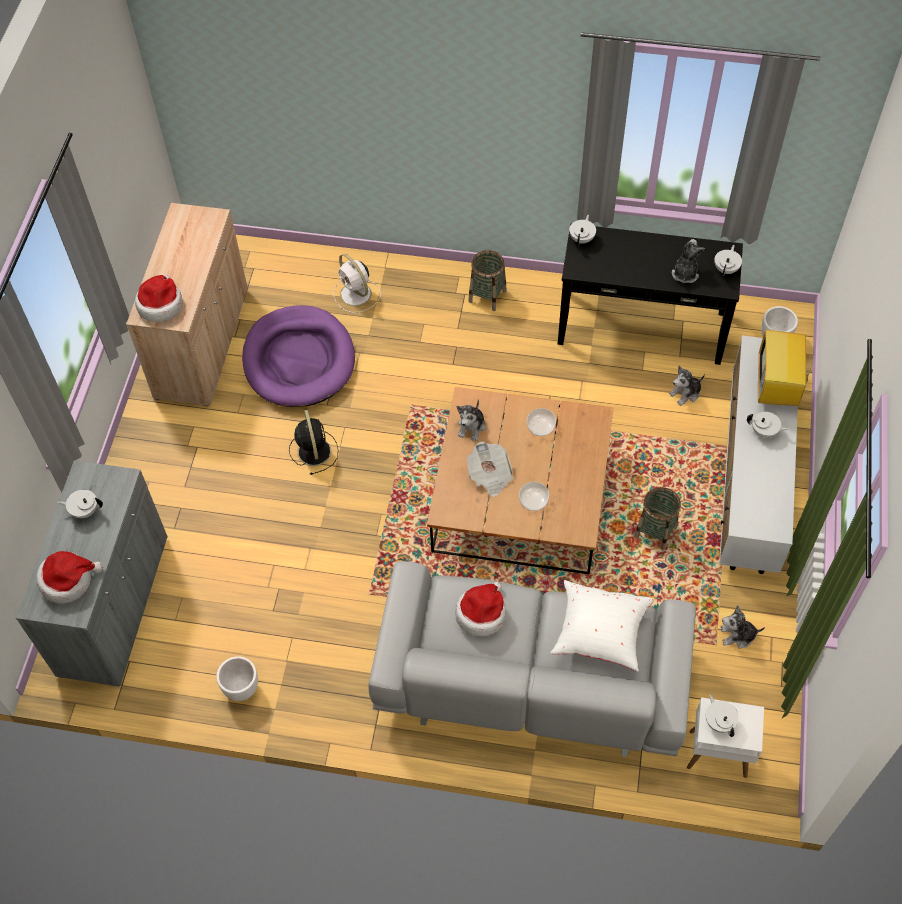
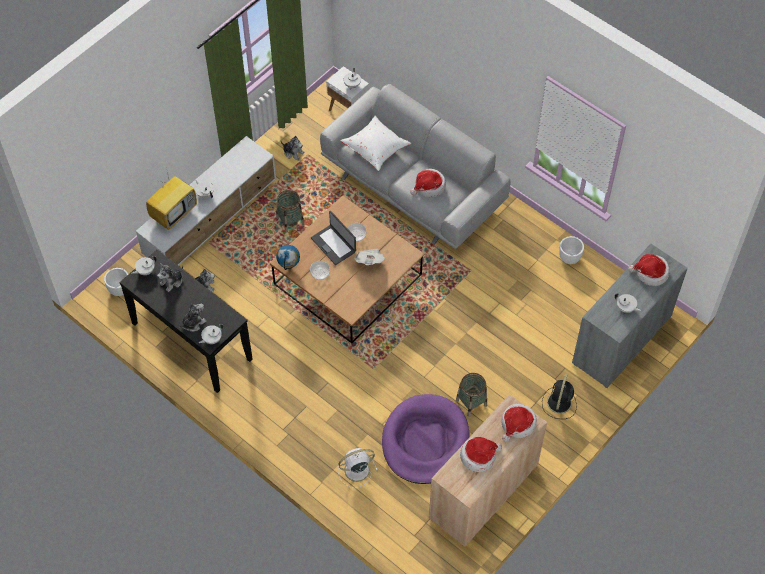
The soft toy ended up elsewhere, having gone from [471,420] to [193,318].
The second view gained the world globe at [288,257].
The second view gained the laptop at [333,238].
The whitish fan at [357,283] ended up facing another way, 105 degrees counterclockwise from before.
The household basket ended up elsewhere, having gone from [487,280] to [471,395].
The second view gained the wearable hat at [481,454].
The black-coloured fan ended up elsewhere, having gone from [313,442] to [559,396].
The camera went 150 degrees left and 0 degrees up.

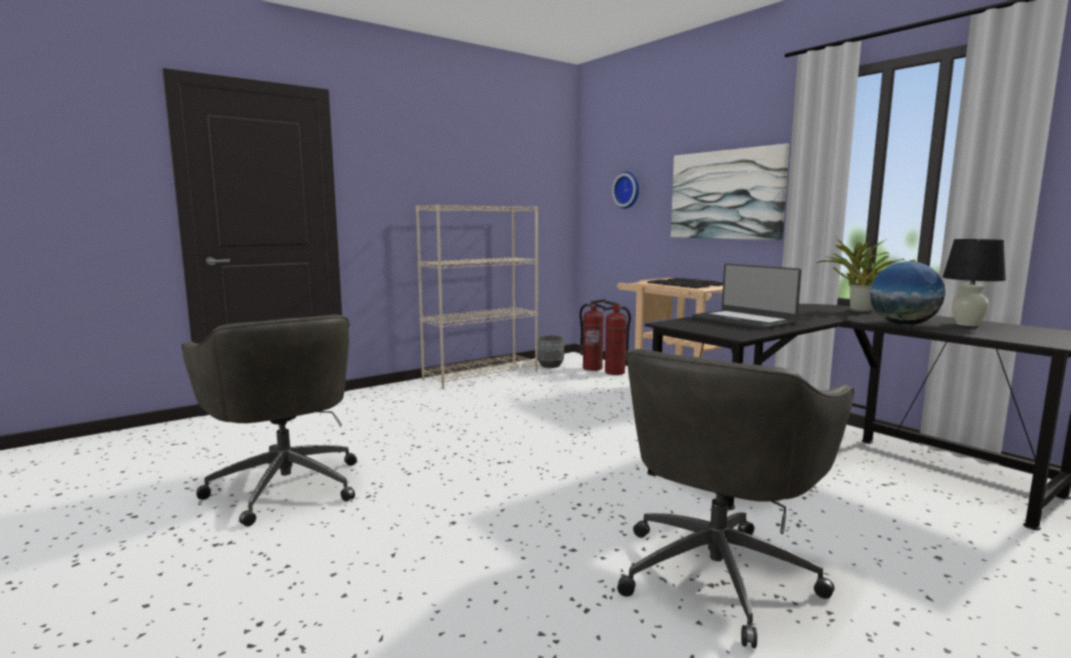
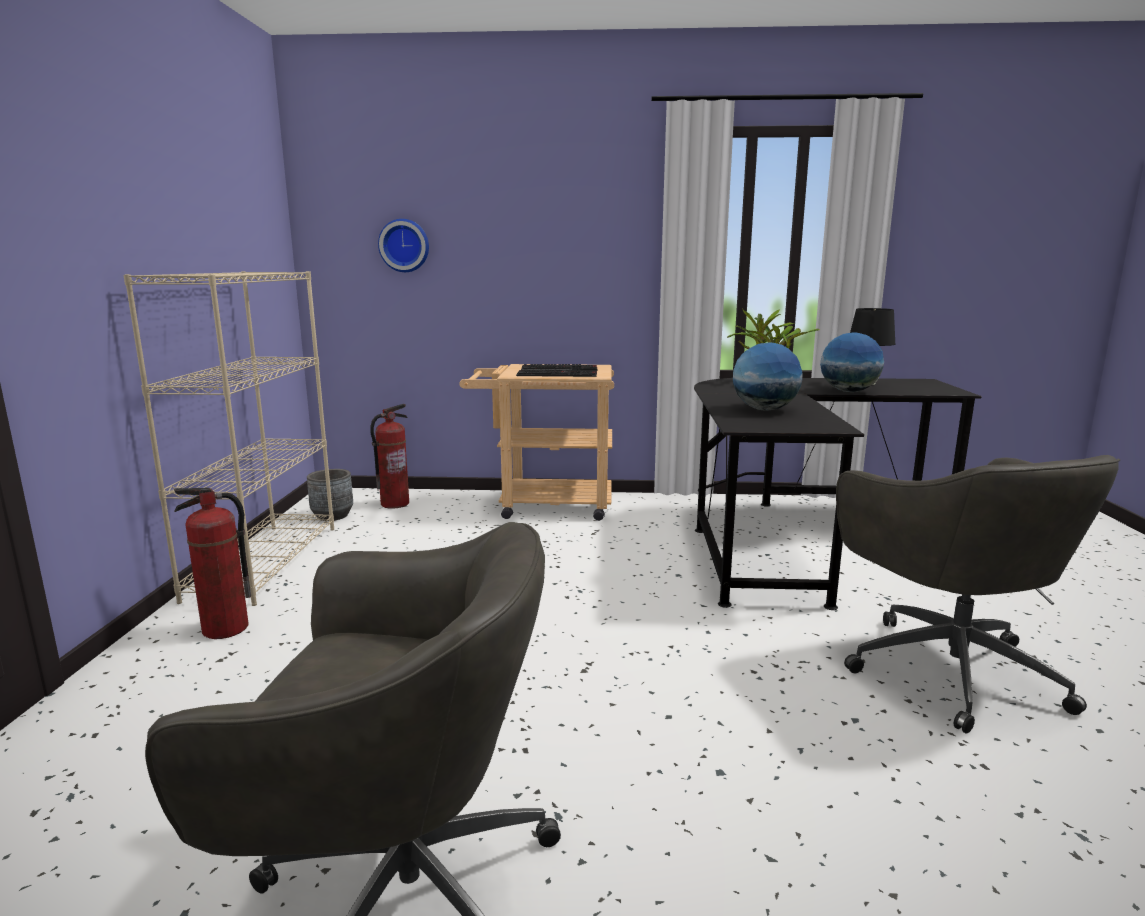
The fire-fighting cylinder ended up elsewhere, having gone from [617,338] to [212,563].
Where the laptop stood at [747,296], the world globe came to stand at [767,376].
The second view lost the wall art at [730,192].
The camera went 50 degrees left and 5 degrees up.

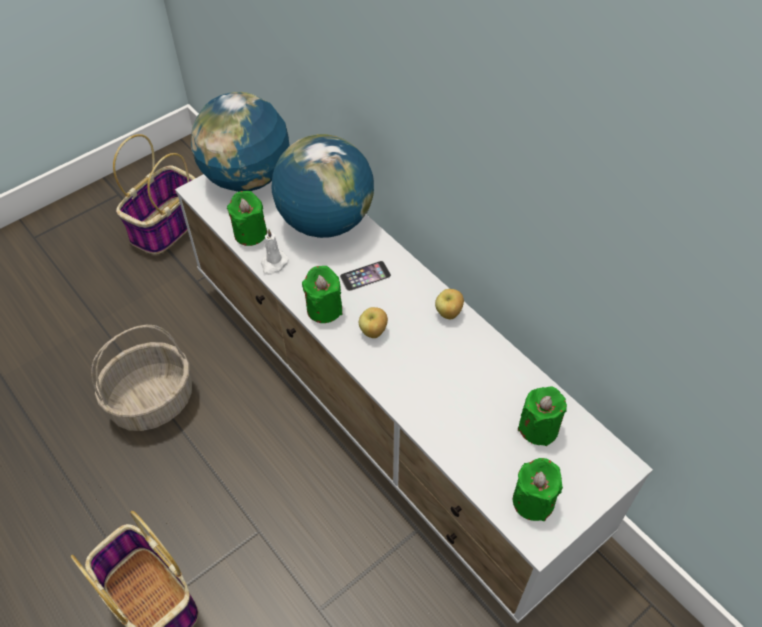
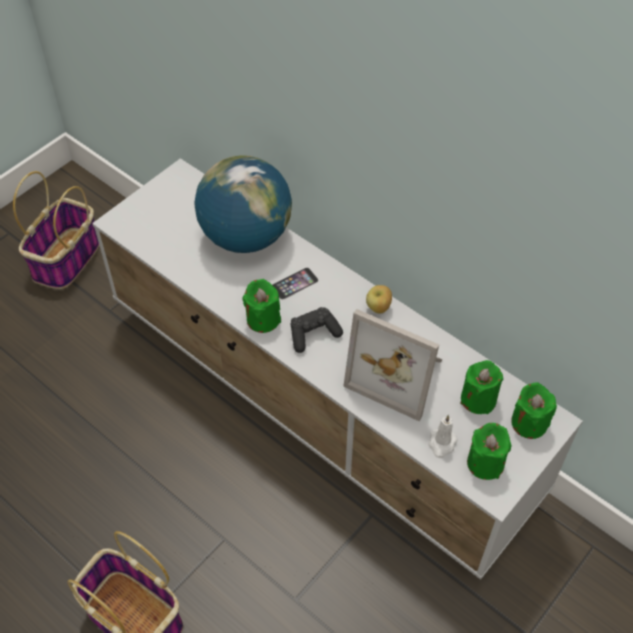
Where the whole apple stood at [373,322], the black-coloured gamepad came to stand at [316,330].
The second view gained the picture frame at [393,365].
The whitish candle ended up elsewhere, having gone from [275,252] to [443,436].
The green-coloured candle ended up elsewhere, having gone from [247,218] to [534,410].
The second view lost the household basket at [141,378].
The second view lost the world globe at [240,142].
The camera went 10 degrees left and 0 degrees up.

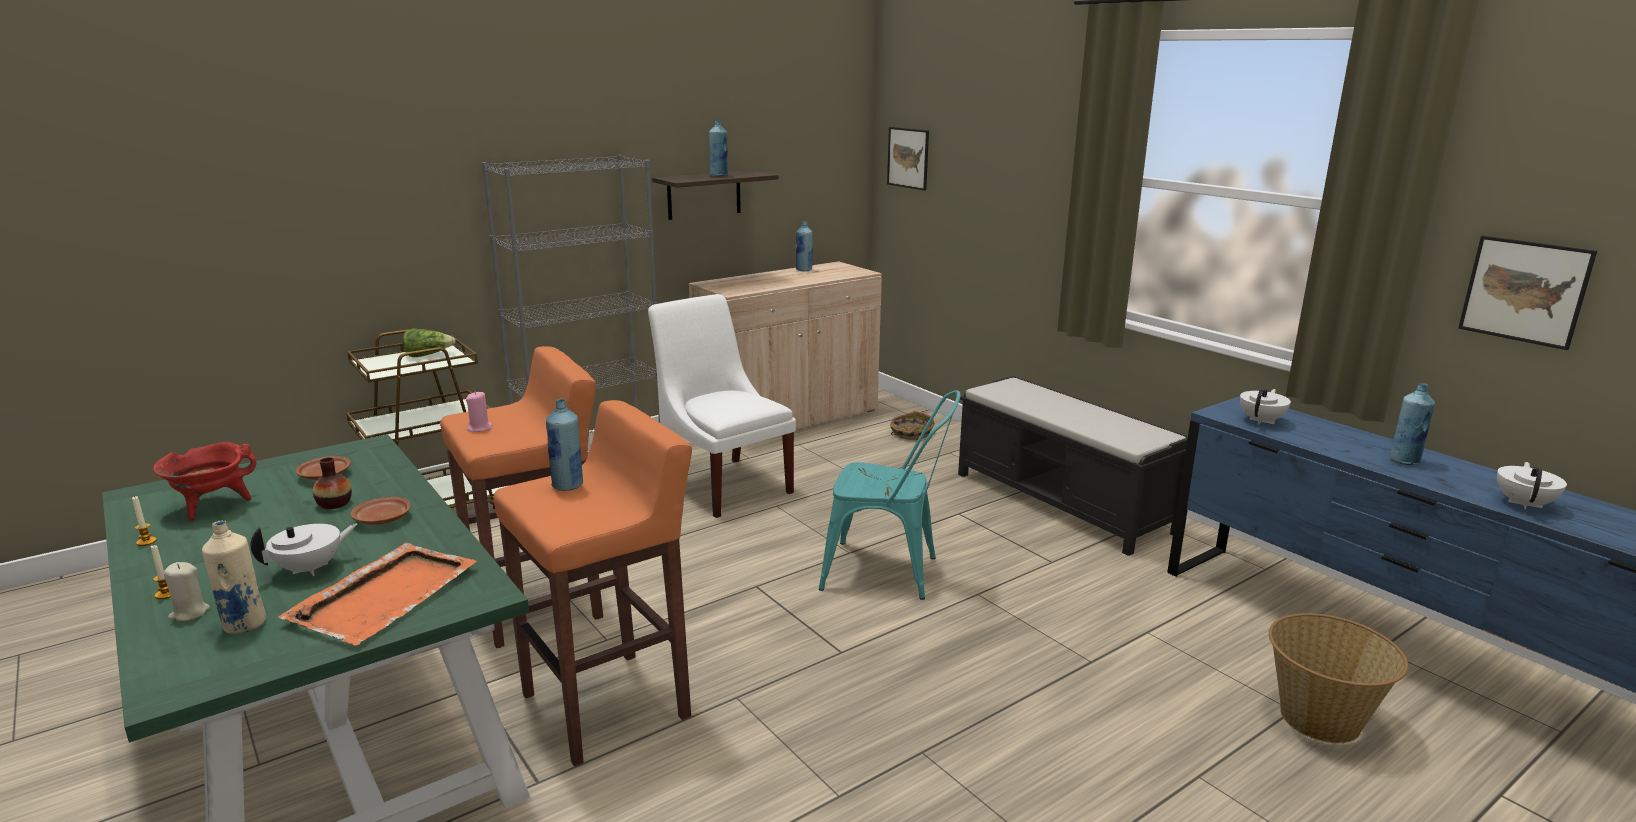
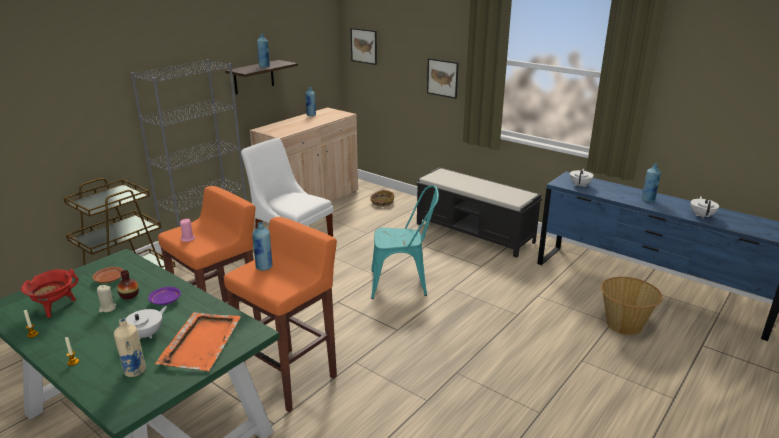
The beige candle ended up elsewhere, having gone from [187,591] to [106,298].
What was the brownish dinner plate at [381,511] turned into the purplish dinner plate at [164,296].
The wall art ended up elsewhere, having gone from [1527,293] to [443,78].
The second view lost the lettuce head at [429,343].
The camera went 15 degrees left and 5 degrees up.

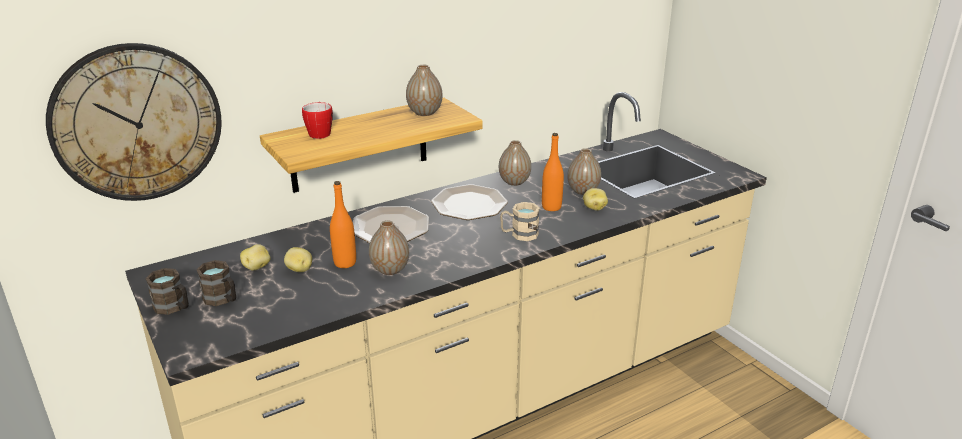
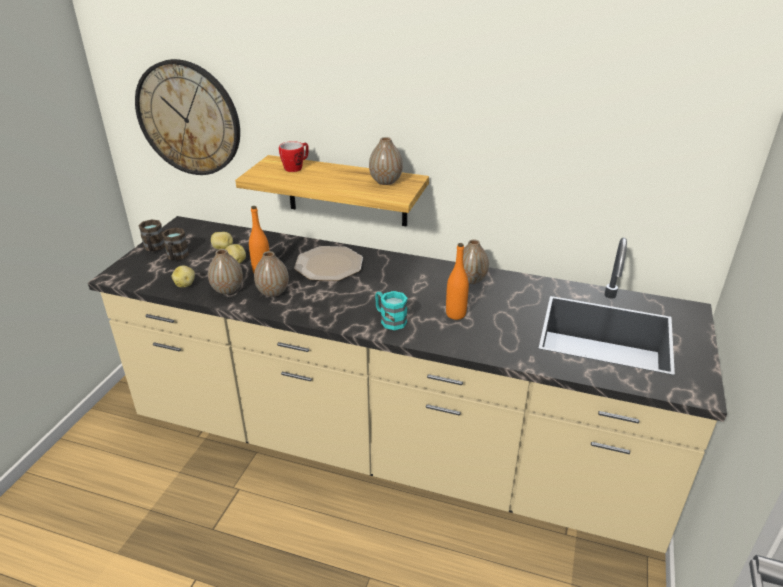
The spud ended up elsewhere, having gone from [595,199] to [183,276].
The decorative vase ended up elsewhere, having gone from [584,171] to [225,272].
What was the beige tea mug at [520,221] turned into the turquoise-coloured tea mug at [391,310].
The second view lost the dinner plate at [469,202].
The camera went 50 degrees right and 5 degrees up.

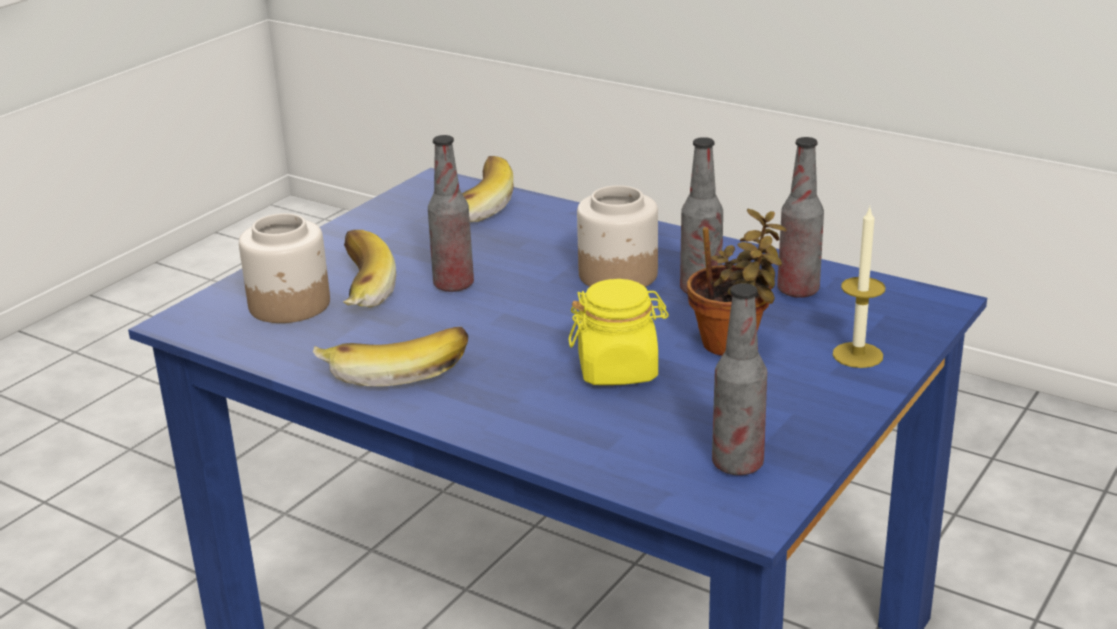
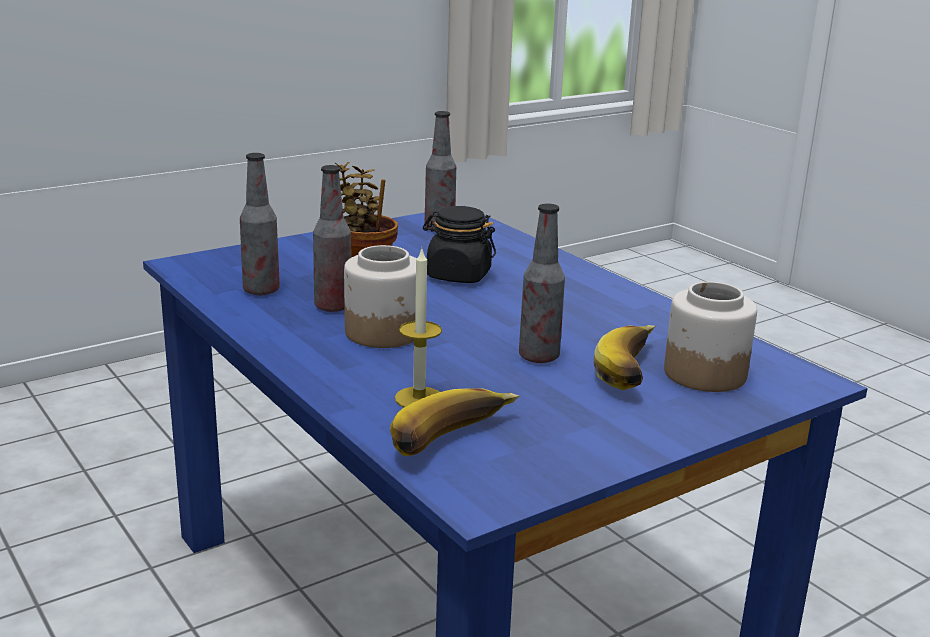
The candle ended up elsewhere, having gone from [859,287] to [418,328].
What was the yellowish storage jar at [618,332] turned into the black-coloured storage jar at [459,244].
The second view lost the whole banana at [390,357].
The camera went 160 degrees left and 5 degrees down.

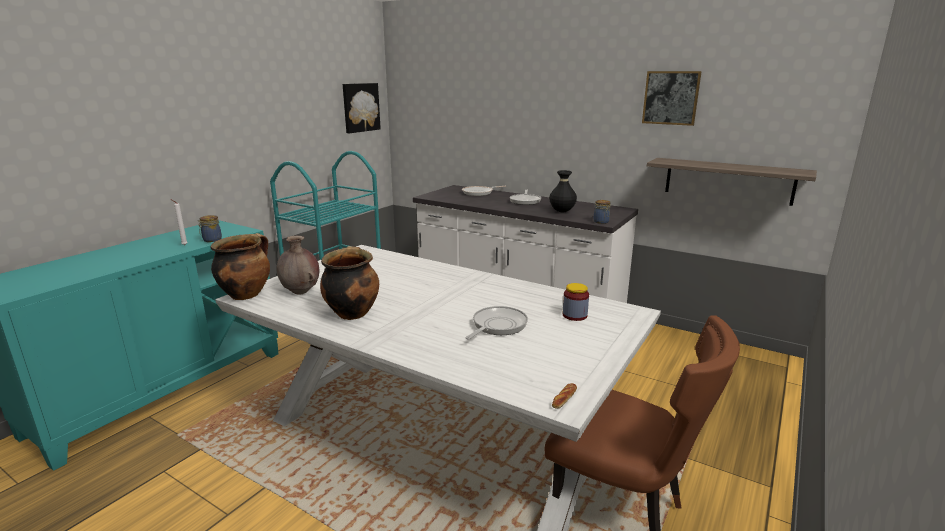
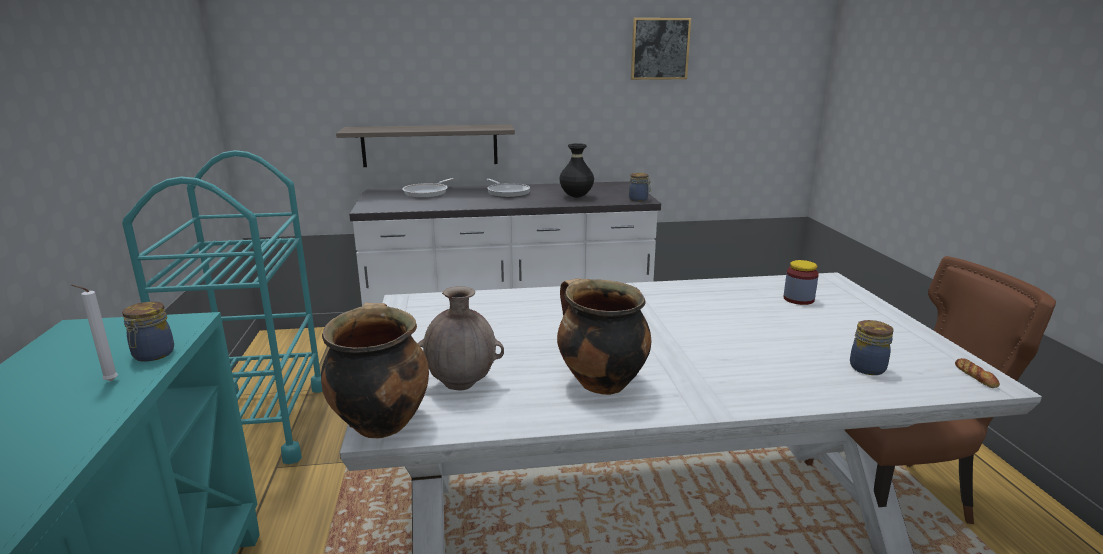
The wall shelf ended up elsewhere, having gone from [732,182] to [425,145].
The second view gained the storage jar at [872,347].
The second view lost the wall art at [362,108].
The second view lost the skillet at [496,323].
The camera went 40 degrees left and 0 degrees up.

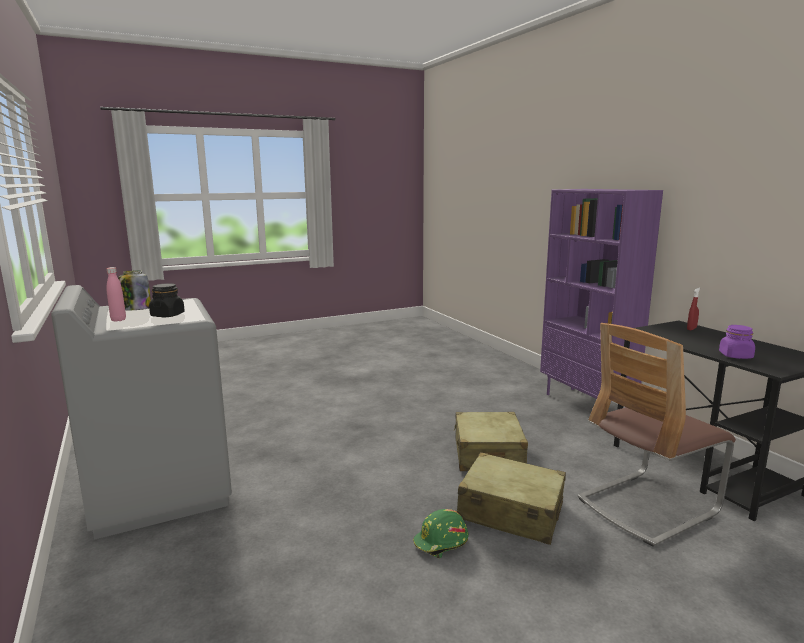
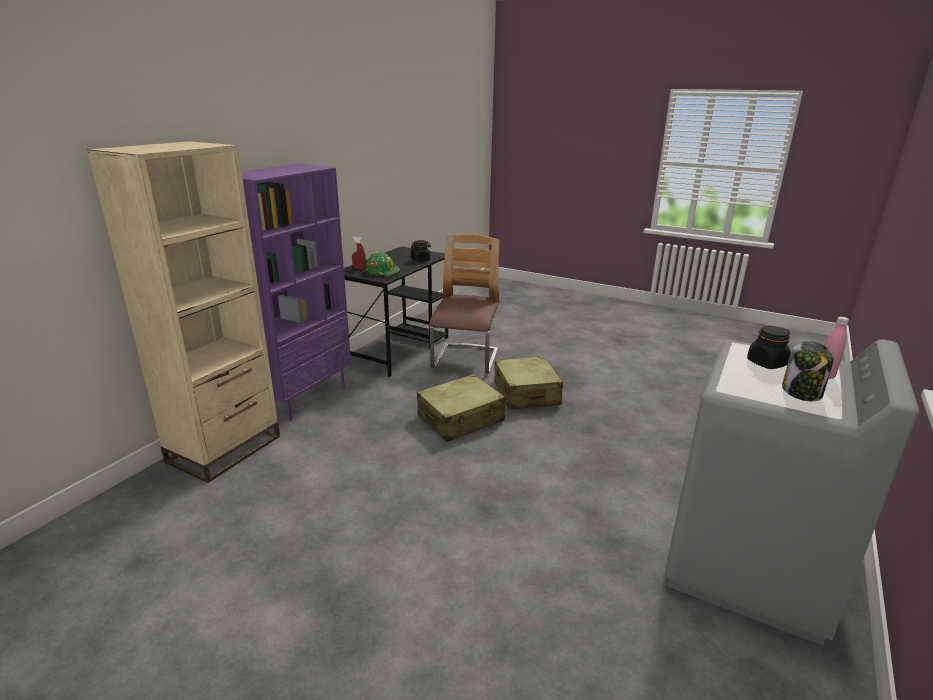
The second view gained the beige bookcase at [183,312].
The green-coloured work helmet ended up elsewhere, having gone from [441,533] to [383,264].
What was the purplish storage jar at [737,342] turned into the black-coloured storage jar at [420,251].
The plain chair at [657,435] ended up facing another way, 105 degrees counterclockwise from before.
The camera went 125 degrees left and 10 degrees up.

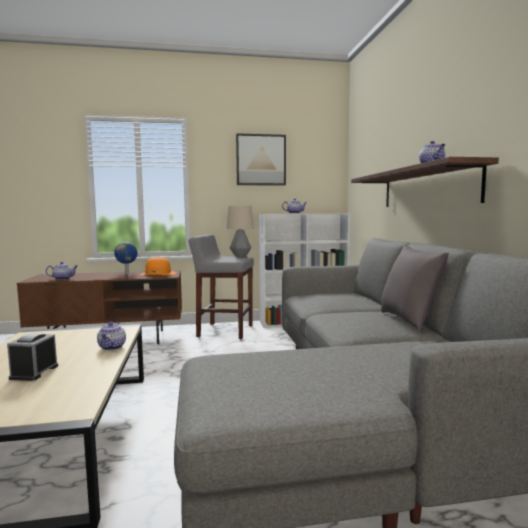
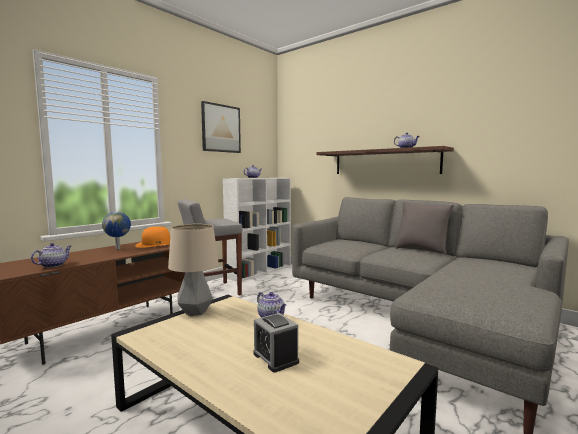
The table lamp ended up elsewhere, having gone from [240,231] to [193,270].
The camera went 40 degrees left and 0 degrees up.

